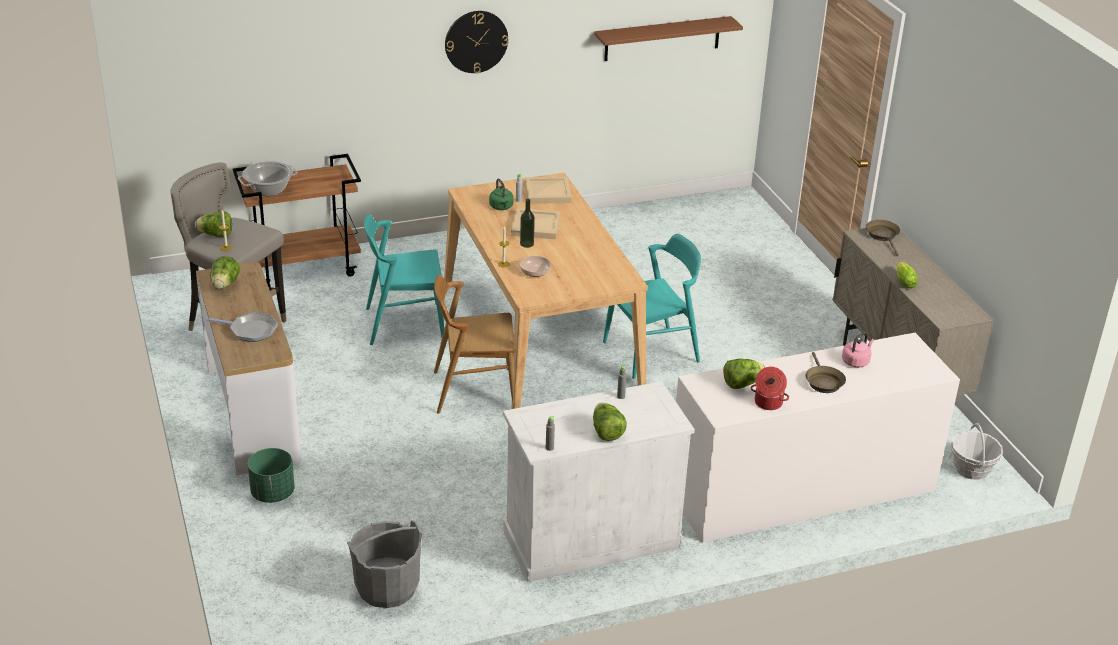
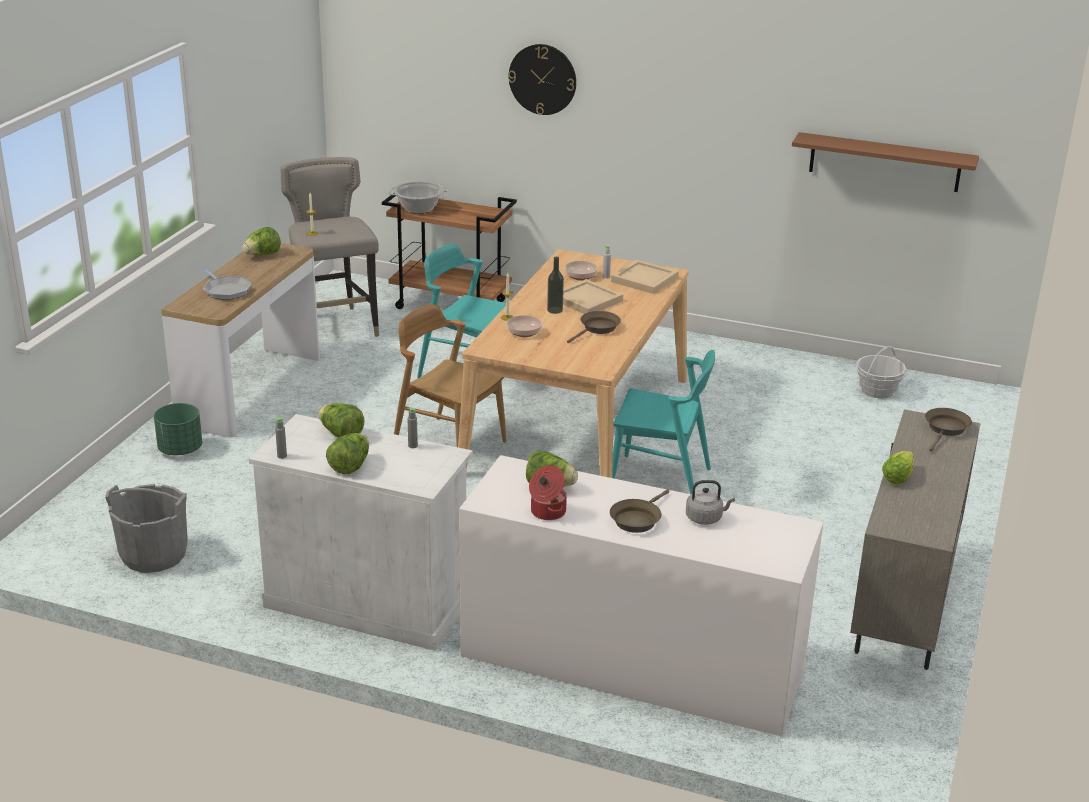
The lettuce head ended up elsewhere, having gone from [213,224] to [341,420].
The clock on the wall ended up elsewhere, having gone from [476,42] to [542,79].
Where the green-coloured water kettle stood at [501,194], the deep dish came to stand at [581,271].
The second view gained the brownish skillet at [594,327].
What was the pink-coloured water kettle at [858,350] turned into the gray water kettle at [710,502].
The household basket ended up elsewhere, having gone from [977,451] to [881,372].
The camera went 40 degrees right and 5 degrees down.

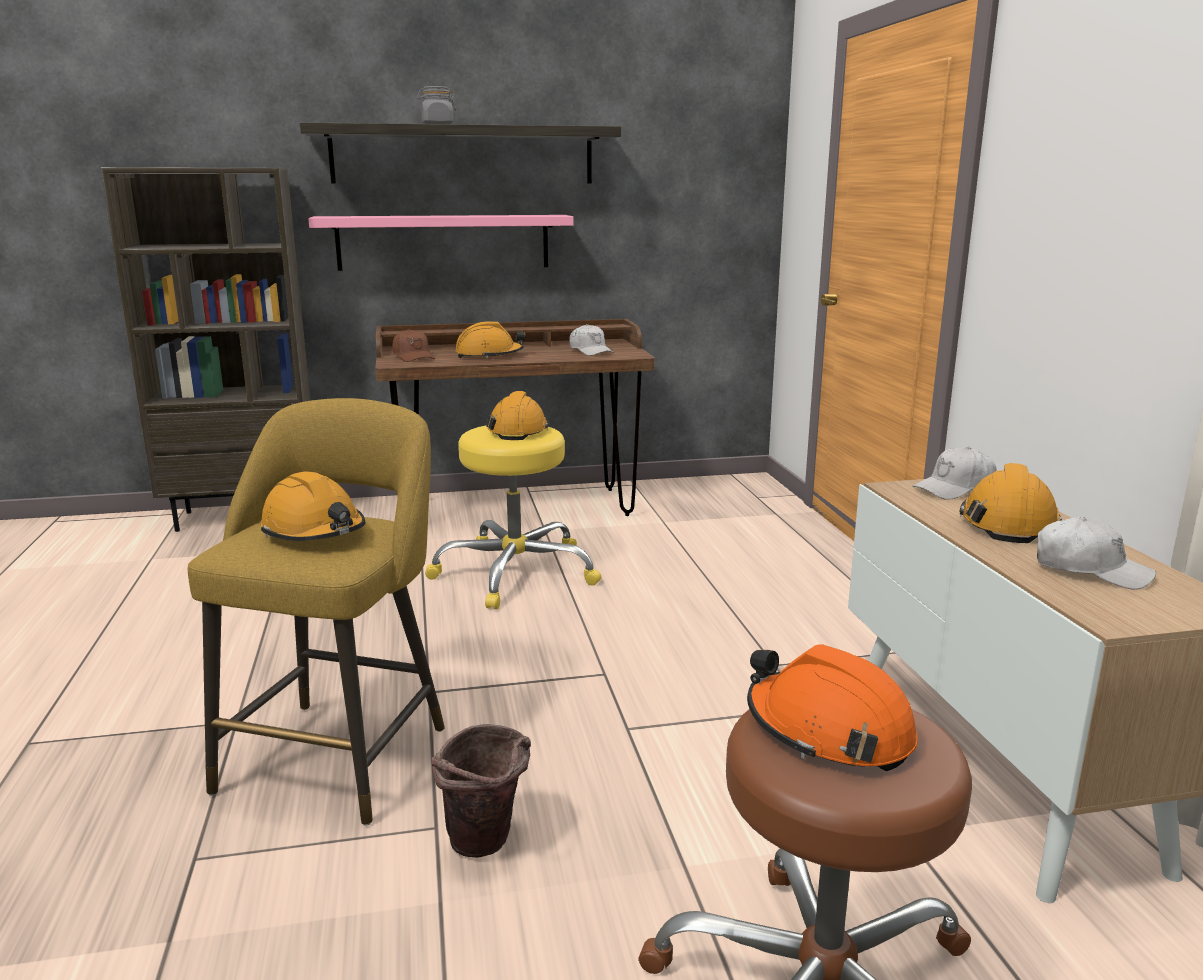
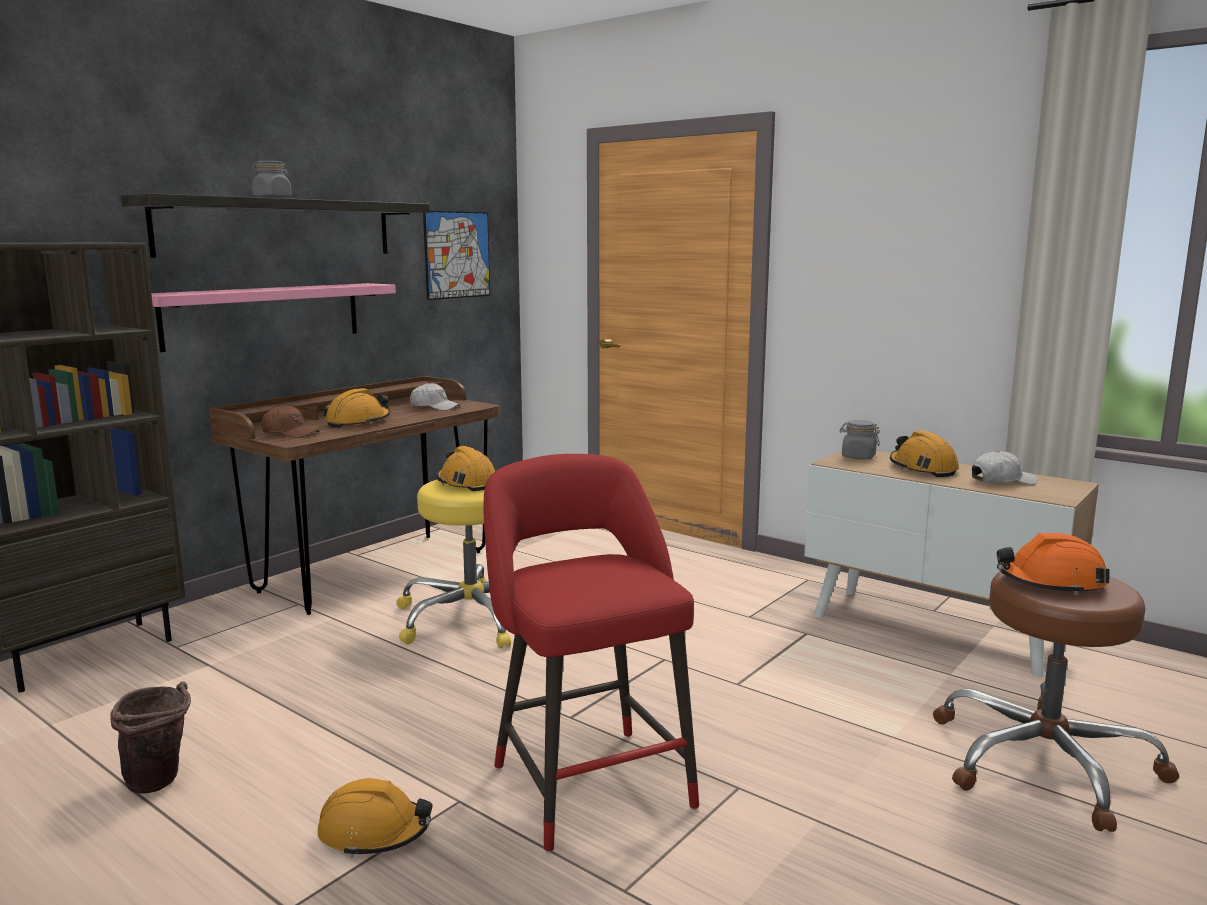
The brownish pail ended up elsewhere, having gone from [481,791] to [151,737].
The orange-coloured work helmet ended up elsewhere, having gone from [313,506] to [375,818].
The second view gained the wall art at [456,255].
What was the yellowish stool seat at [316,612] turned into the red-coloured stool seat at [591,653].
Where the whitish peaked cap stood at [954,473], the gray storage jar came to stand at [859,439].
The camera went 40 degrees left and 5 degrees down.

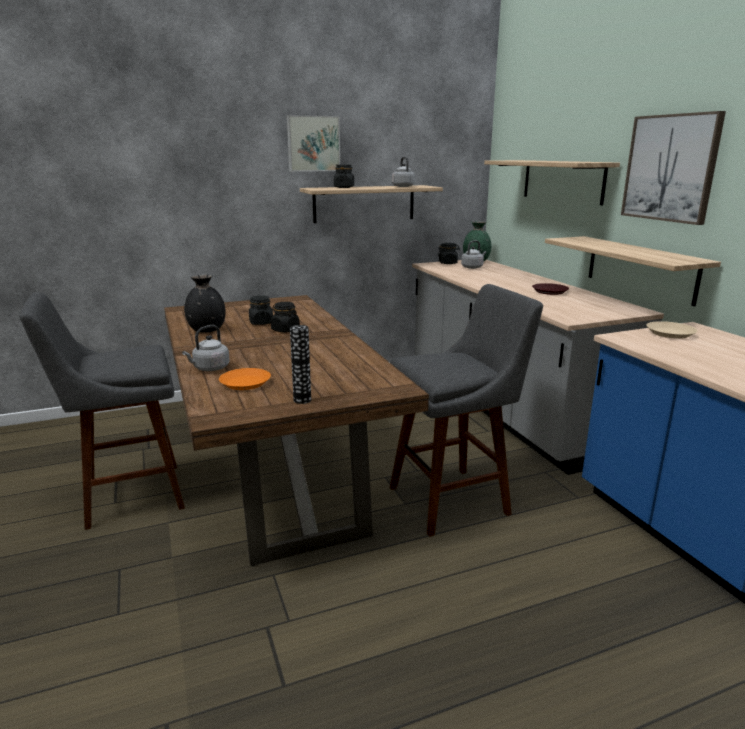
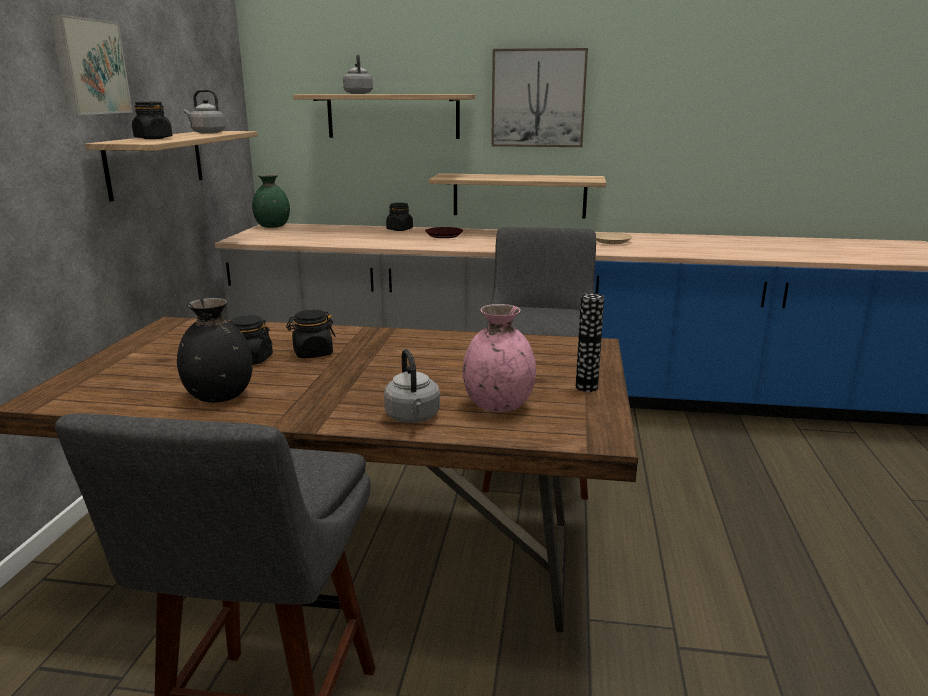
The gray water kettle ended up elsewhere, having gone from [473,254] to [358,74].
The black-coloured storage jar ended up elsewhere, having gone from [449,253] to [399,217].
Where the orange-coloured dinner plate stood at [245,379], the pink-coloured decorative vase came to stand at [499,358].
The camera went 60 degrees left and 0 degrees up.

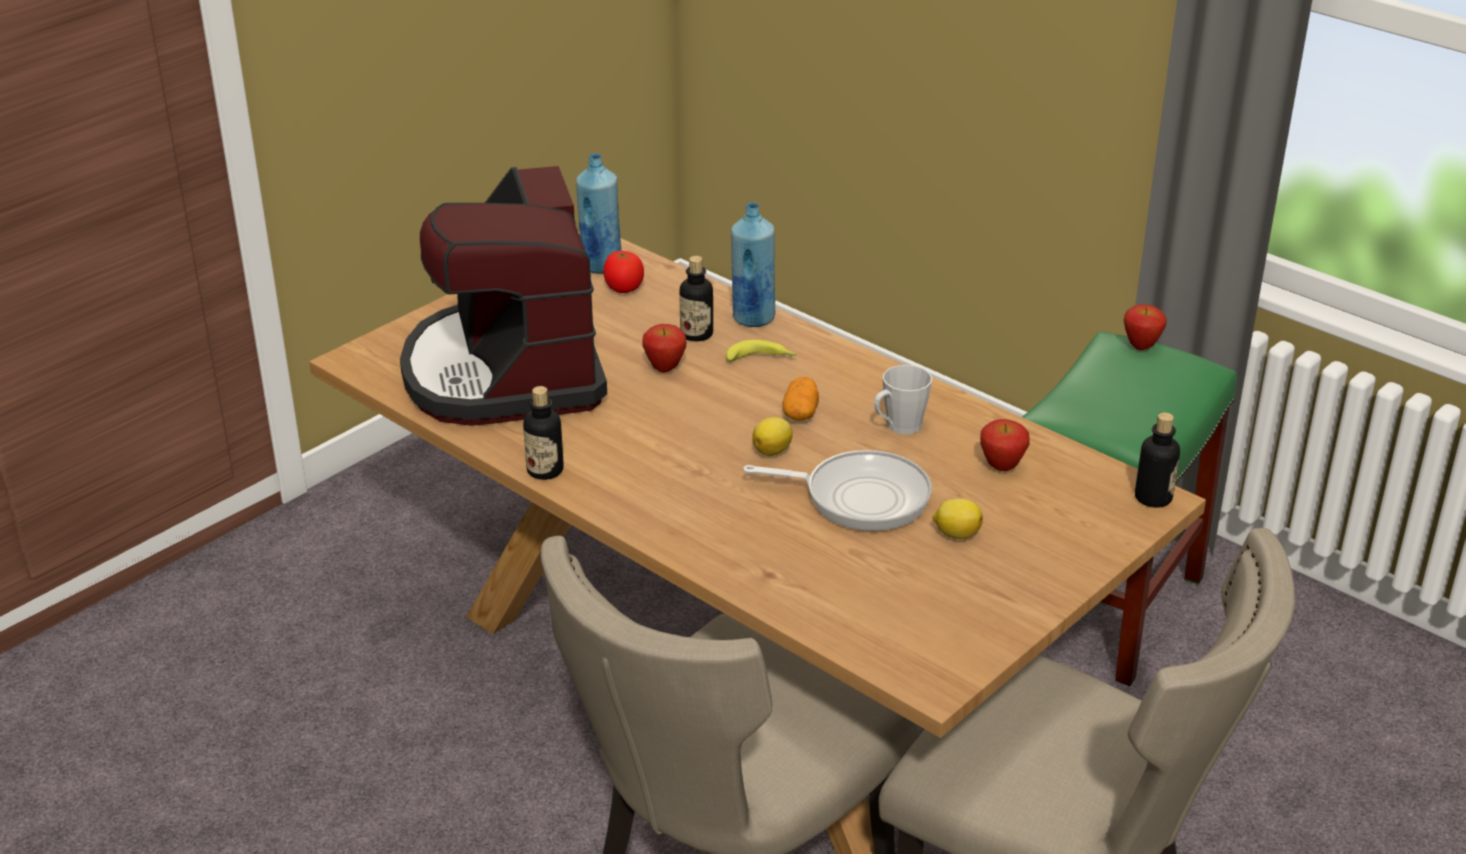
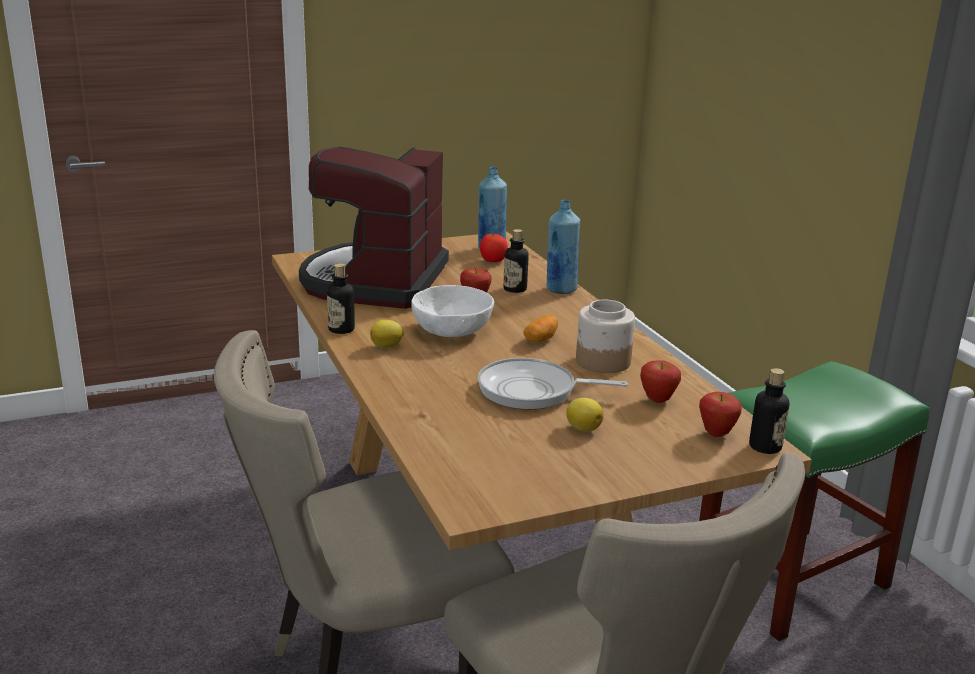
The lemon ended up elsewhere, having gone from [772,436] to [387,334].
The second view gained the whitish deep dish at [452,311].
The skillet at [837,490] ended up facing another way, 150 degrees clockwise from before.
Where the gray tea mug stood at [903,400], the storage jar came to stand at [605,336].
The whole apple ended up elsewhere, having gone from [1145,327] to [720,414].
The second view lost the whole banana at [761,351].
The camera went 25 degrees right and 10 degrees down.

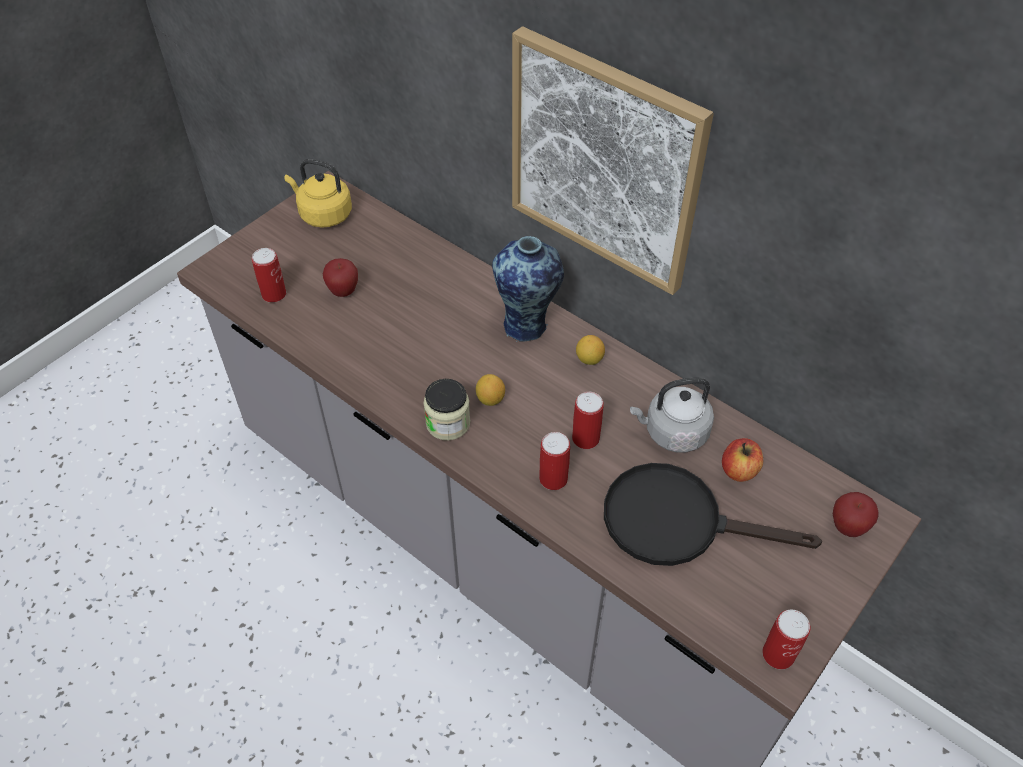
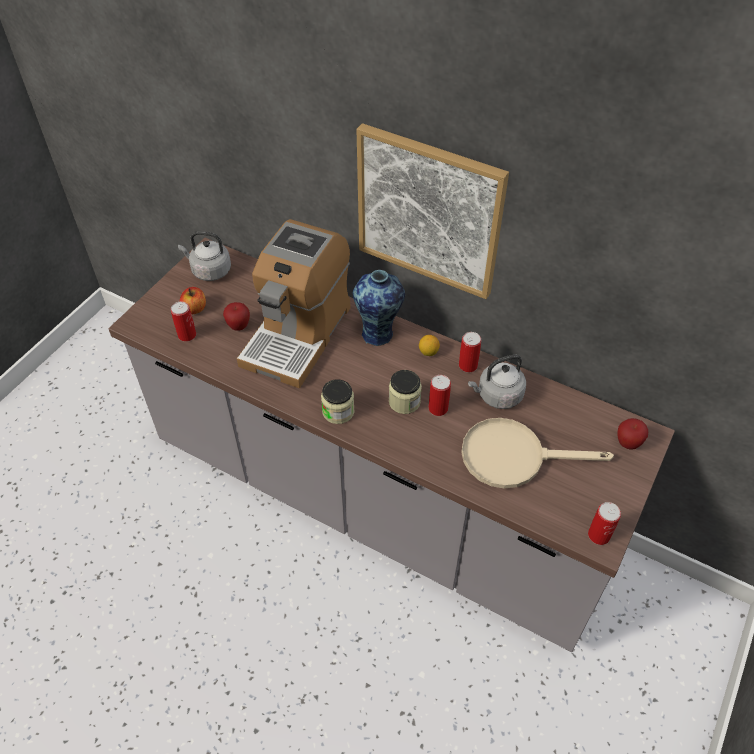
What was the yellowish water kettle at [318,193] turned into the gray water kettle at [204,256].
The whole apple ended up elsewhere, having gone from [742,460] to [193,300].
The second view gained the coffee machine at [294,303].
The second view gained the storage jar at [405,392].
The metal can ended up elsewhere, having gone from [554,461] to [470,352].
What was the black-coloured skillet at [713,514] turned into the beige skillet at [537,453].
The second view lost the lemon at [490,390].
The camera went 10 degrees left and 0 degrees up.

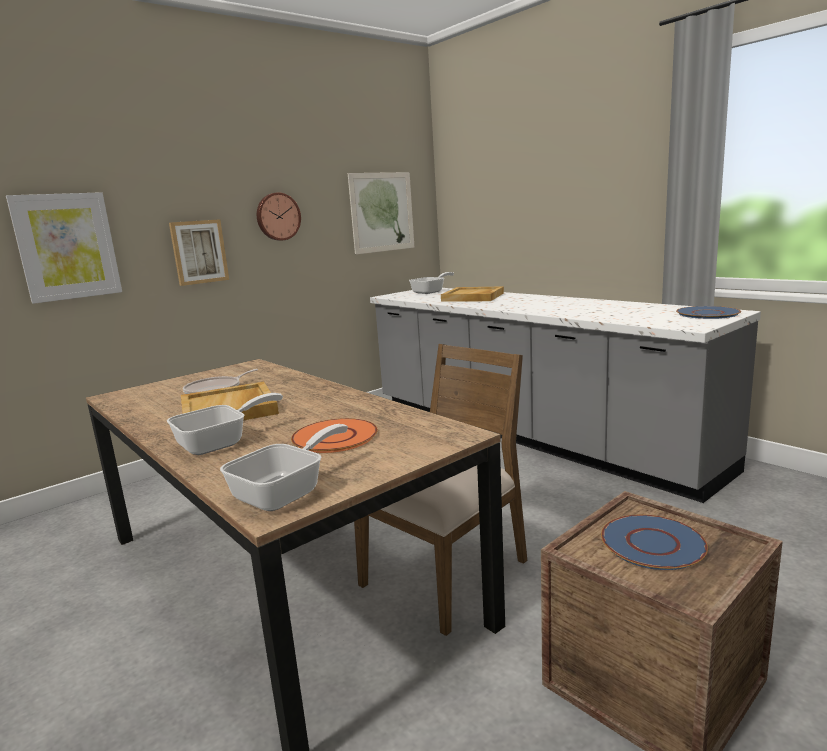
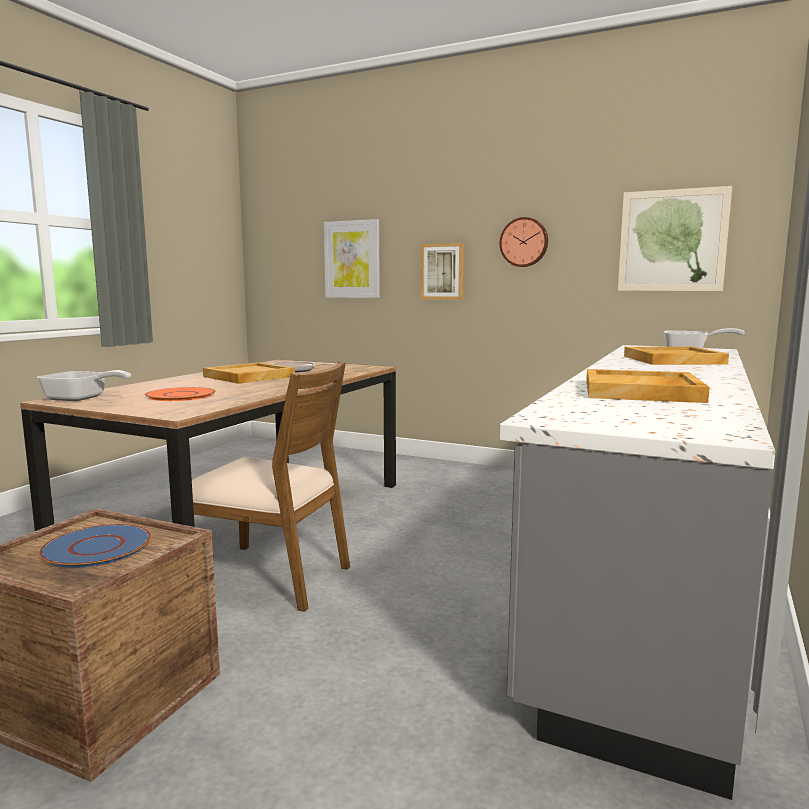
The second view gained the beige tray at [648,386].
The second view lost the skillet at [225,424].
The second view lost the bluish dinner plate at [708,312].
The camera went 65 degrees right and 5 degrees down.

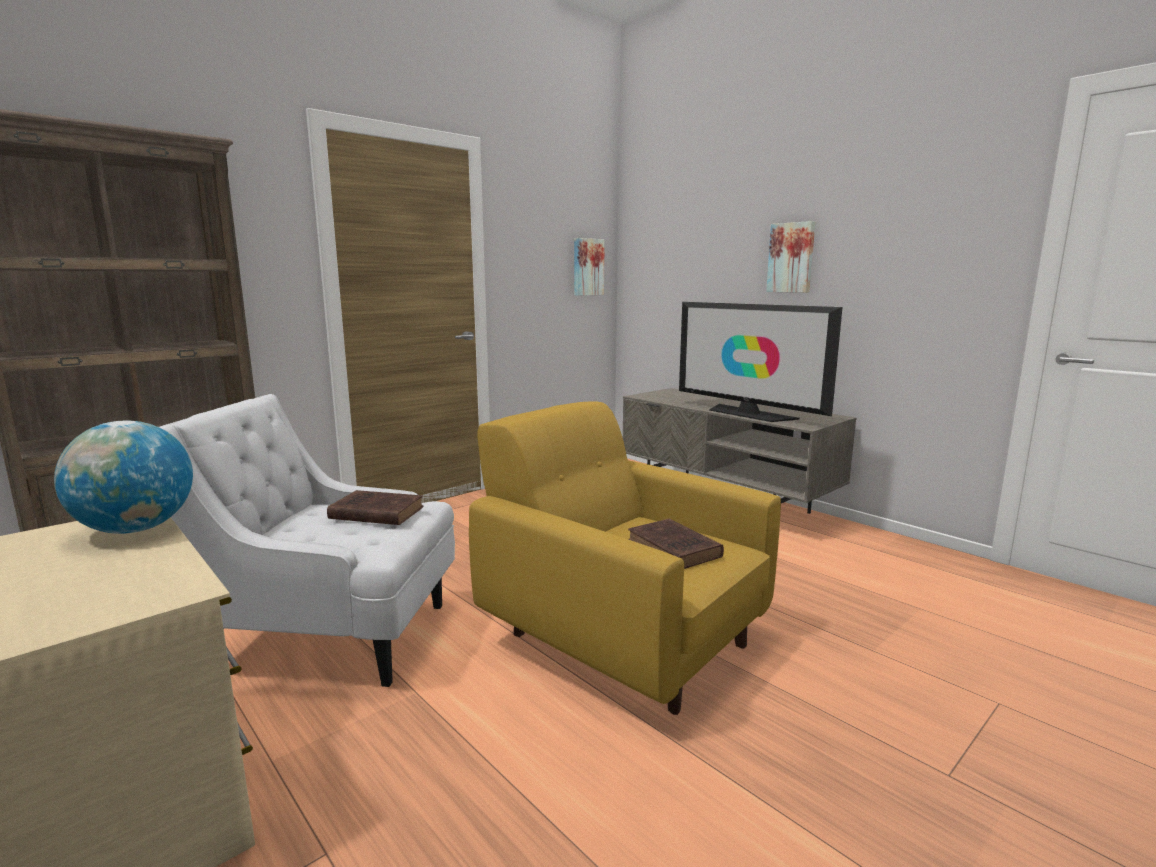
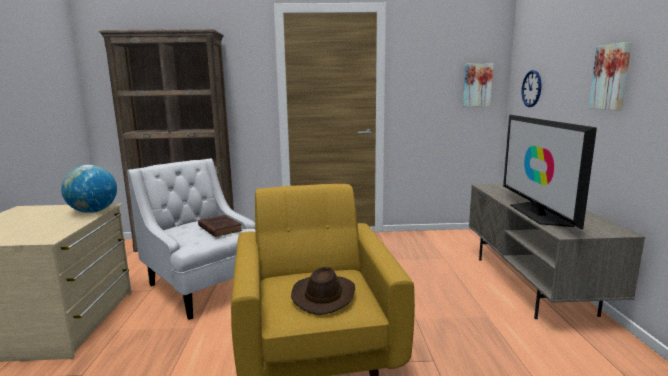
Where the brownish book stood at [676,543], the brownish wearable hat came to stand at [323,291].
The second view gained the clock on the wall at [531,88].
The camera went 40 degrees right and 0 degrees up.

